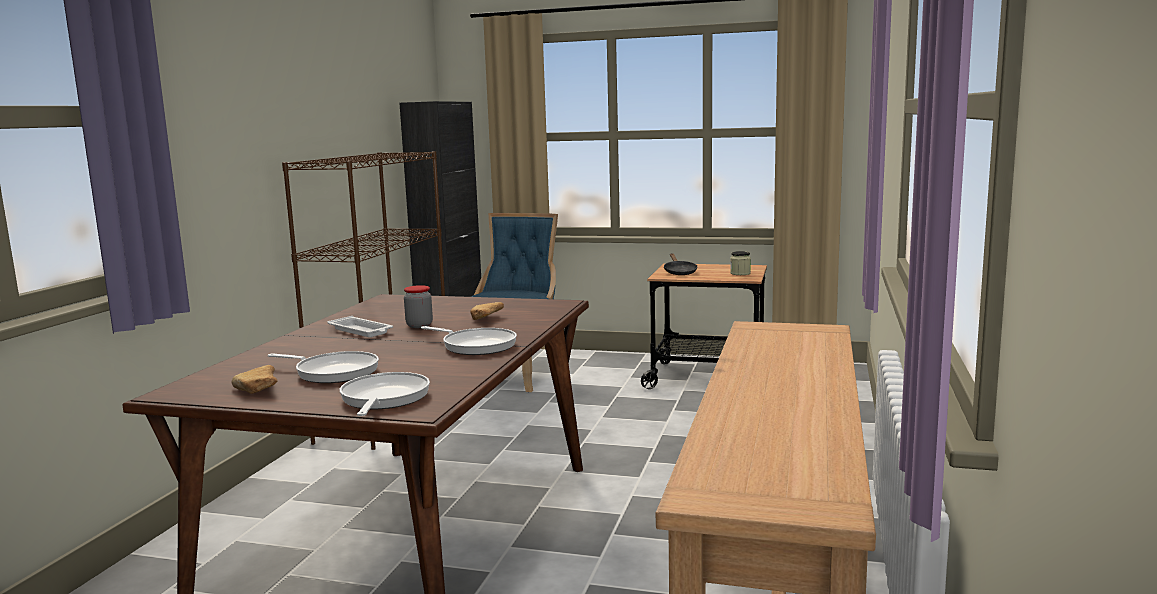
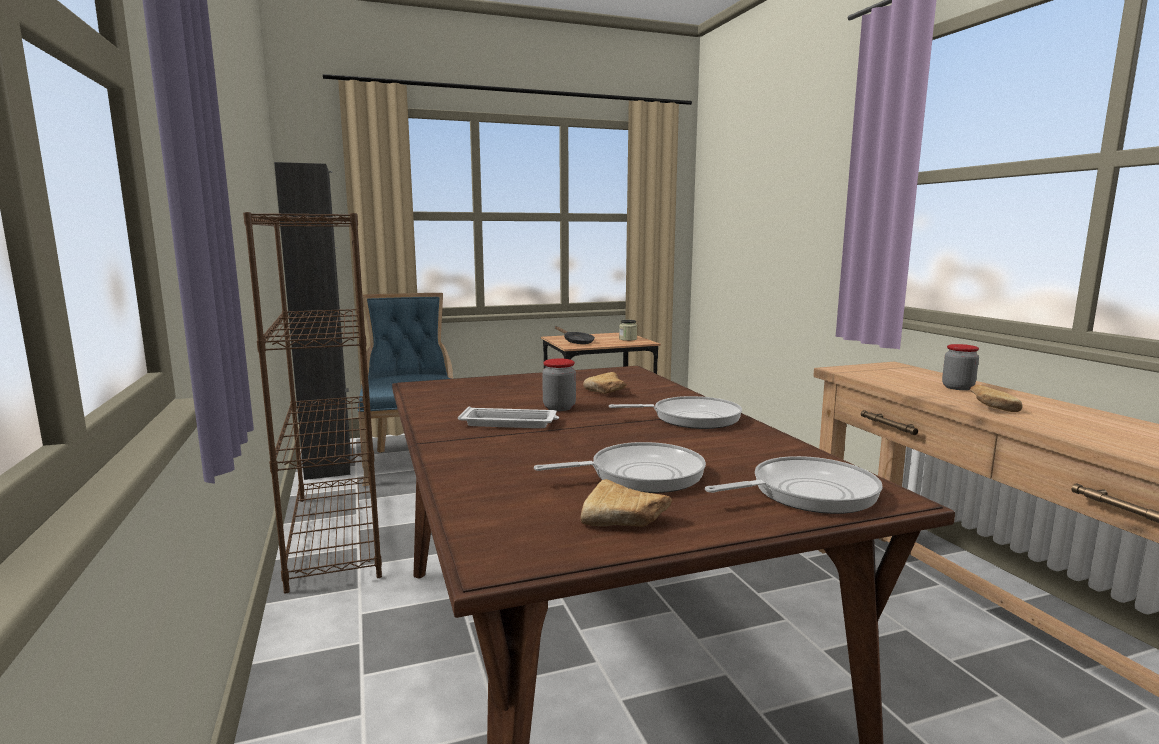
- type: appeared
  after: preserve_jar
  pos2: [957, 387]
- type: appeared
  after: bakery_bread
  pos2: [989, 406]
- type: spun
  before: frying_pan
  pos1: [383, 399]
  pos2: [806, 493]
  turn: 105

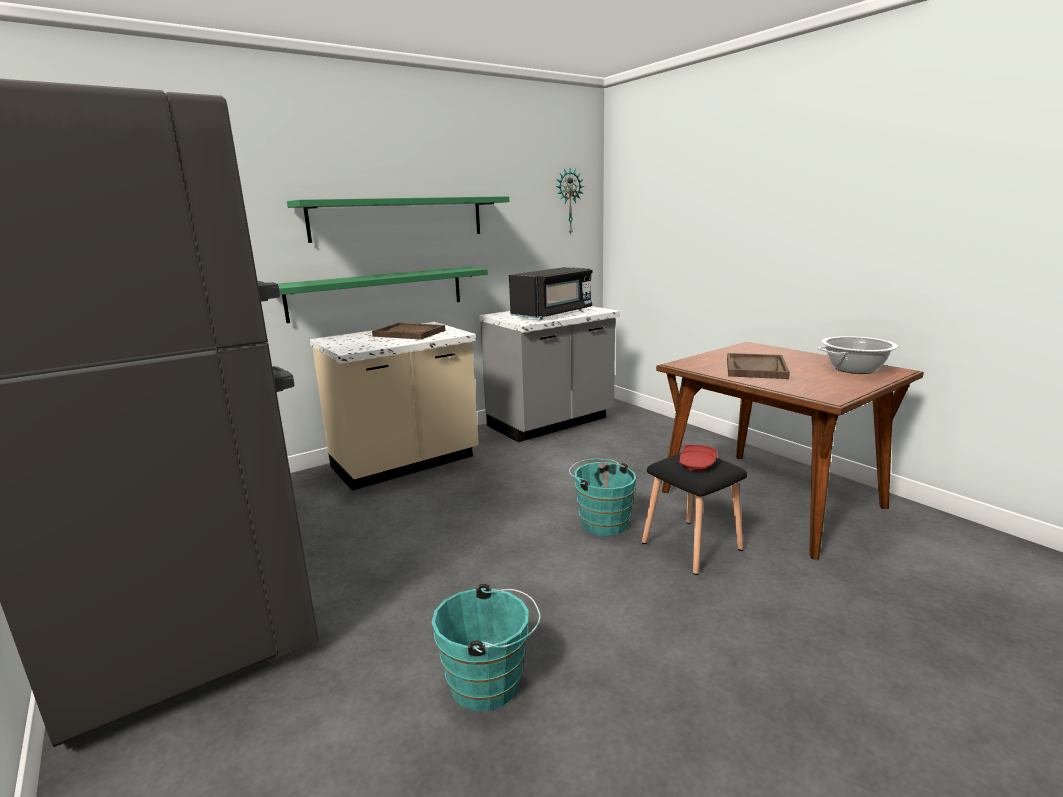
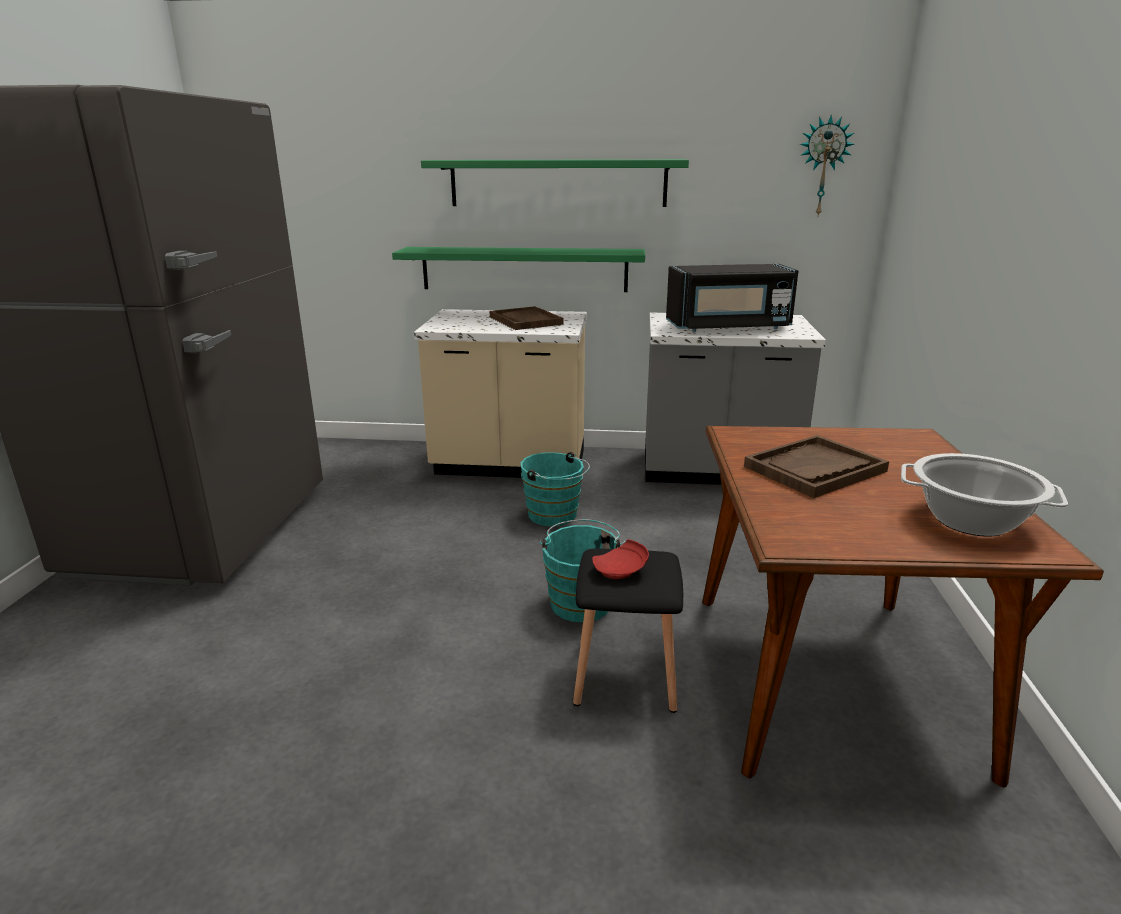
- type: relocated
  before: blue-green_pail
  pos1: [491, 683]
  pos2: [555, 516]

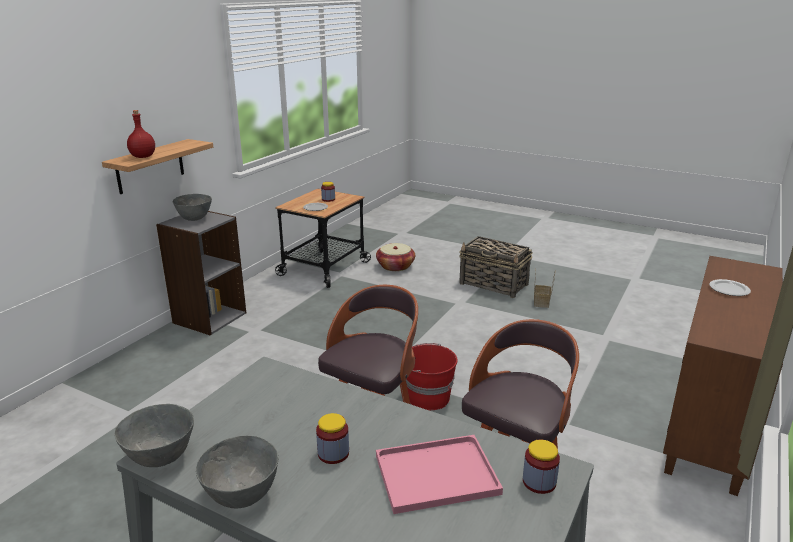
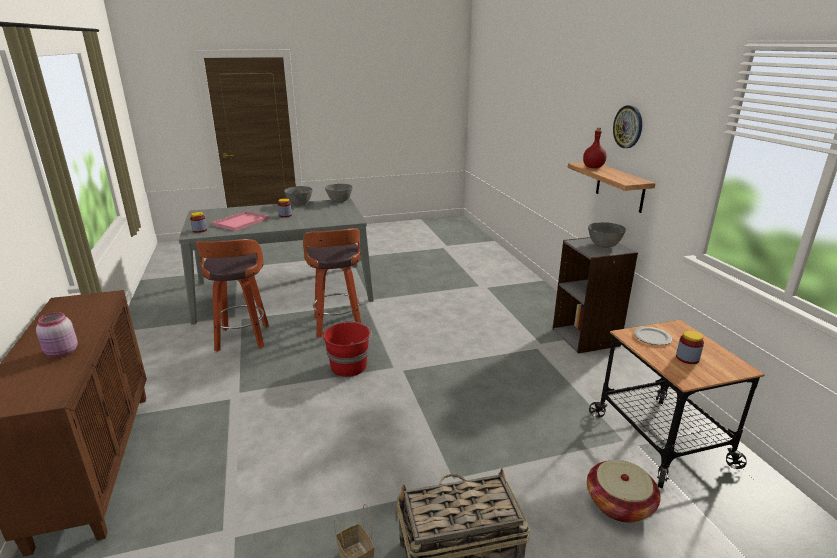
- type: appeared
  after: wall_clock
  pos2: [628, 126]
- type: exchanged
  before: flat_dish
  after: pinkish_preserve_jar
  pos1: [729, 289]
  pos2: [62, 353]

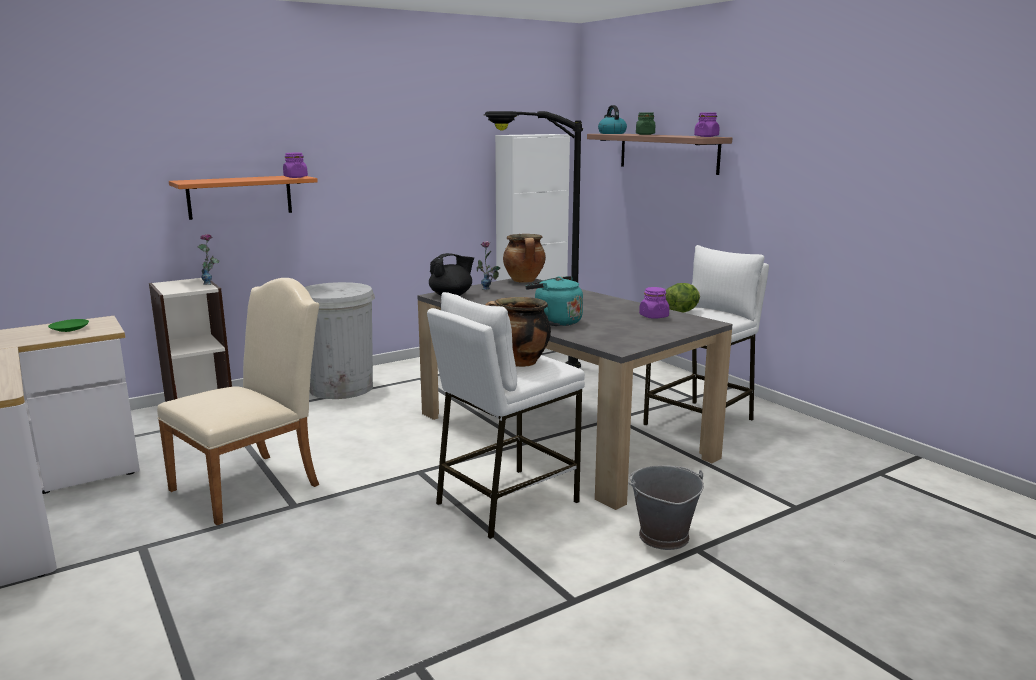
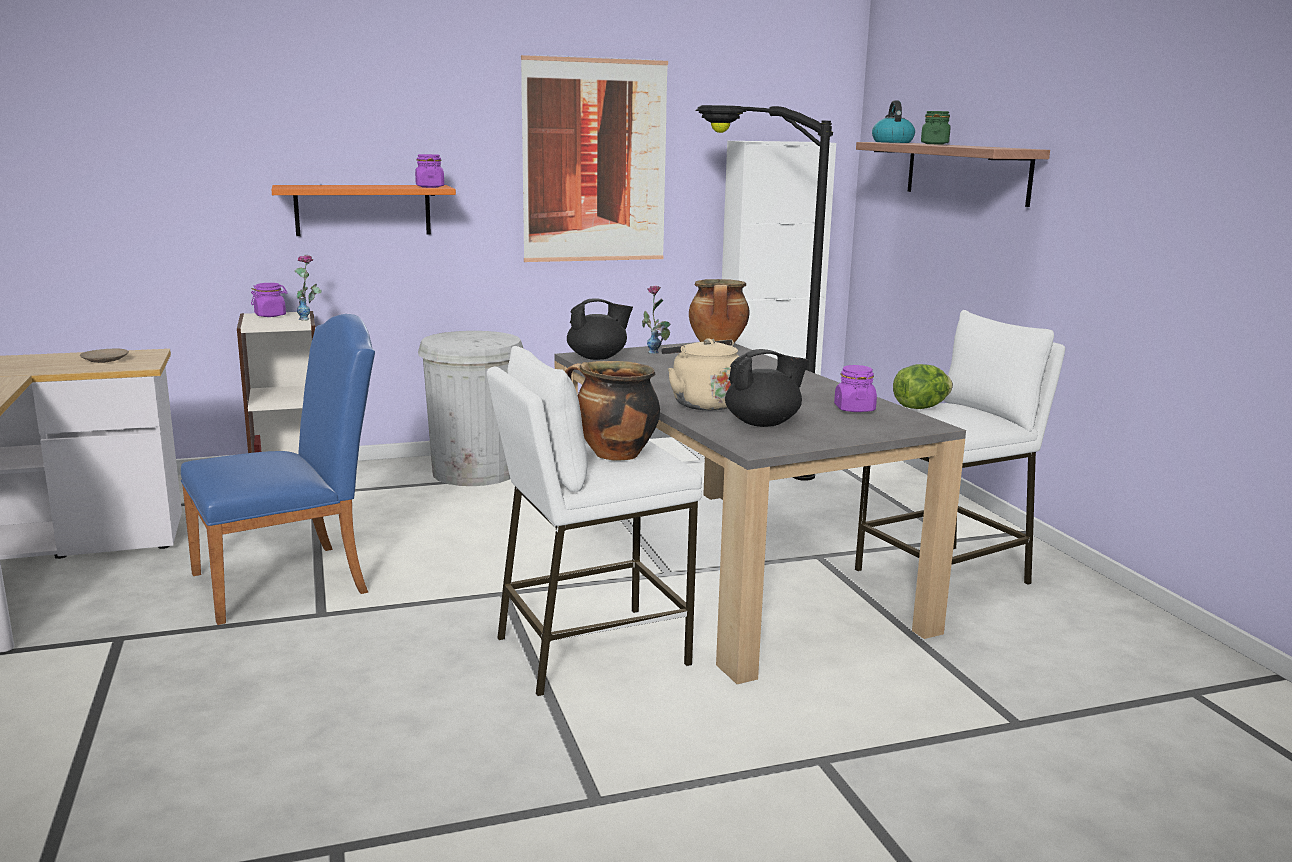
- type: missing
  before: greyish_pail
  pos1: [663, 536]
- type: appeared
  after: wall_art
  pos2: [594, 161]
- type: appeared
  after: black-coloured_tea_pot
  pos2: [763, 423]
- type: relocated
  before: purplish_preserve_jar
  pos1: [706, 136]
  pos2: [270, 315]
- type: colour
  before: greenish_flat_dish
  after: sand-coloured_flat_dish
  pos1: [70, 329]
  pos2: [105, 360]
- type: colour
  before: sand-coloured_upright_chair
  after: blue-coloured_upright_chair
  pos1: [254, 484]
  pos2: [292, 580]
- type: colour
  before: blue-green_tea_kettle
  after: sand-coloured_tea_kettle
  pos1: [554, 322]
  pos2: [702, 404]

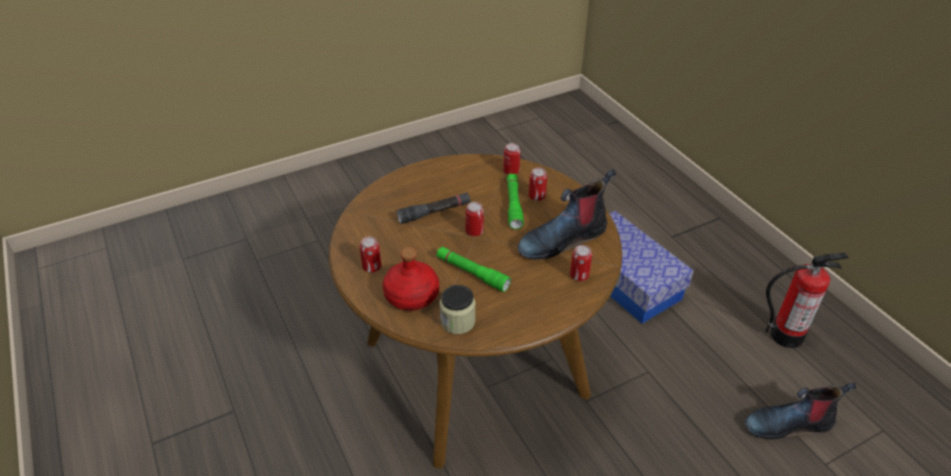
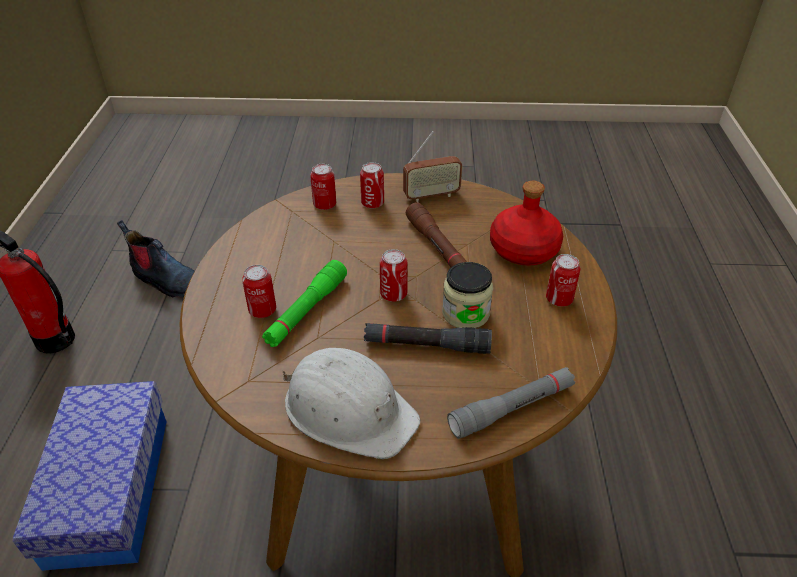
- type: missing
  before: boot
  pos1: [562, 239]
- type: appeared
  after: white_hard_hat
  pos2: [349, 409]
- type: appeared
  after: radio
  pos2: [431, 196]
- type: appeared
  after: greyish_hand_torch
  pos2: [512, 408]
- type: relocated
  before: preserve_jar
  pos1: [457, 321]
  pos2: [465, 313]
- type: relocated
  before: sealed_can
  pos1: [511, 171]
  pos2: [372, 203]
- type: colour
  before: greenish_hand_torch
  after: brown-coloured_hand_torch
  pos1: [472, 273]
  pos2: [437, 247]

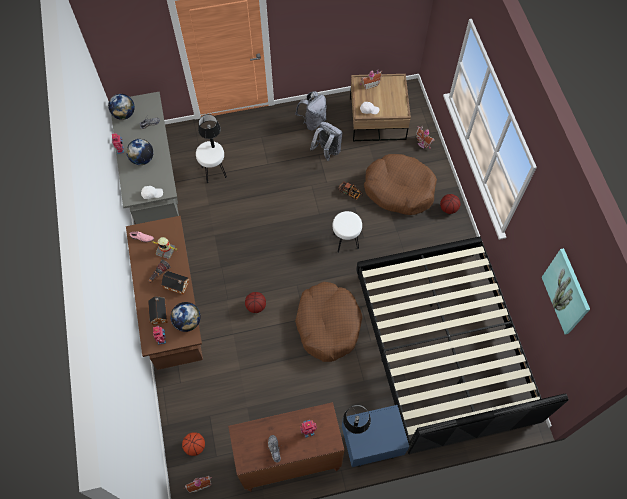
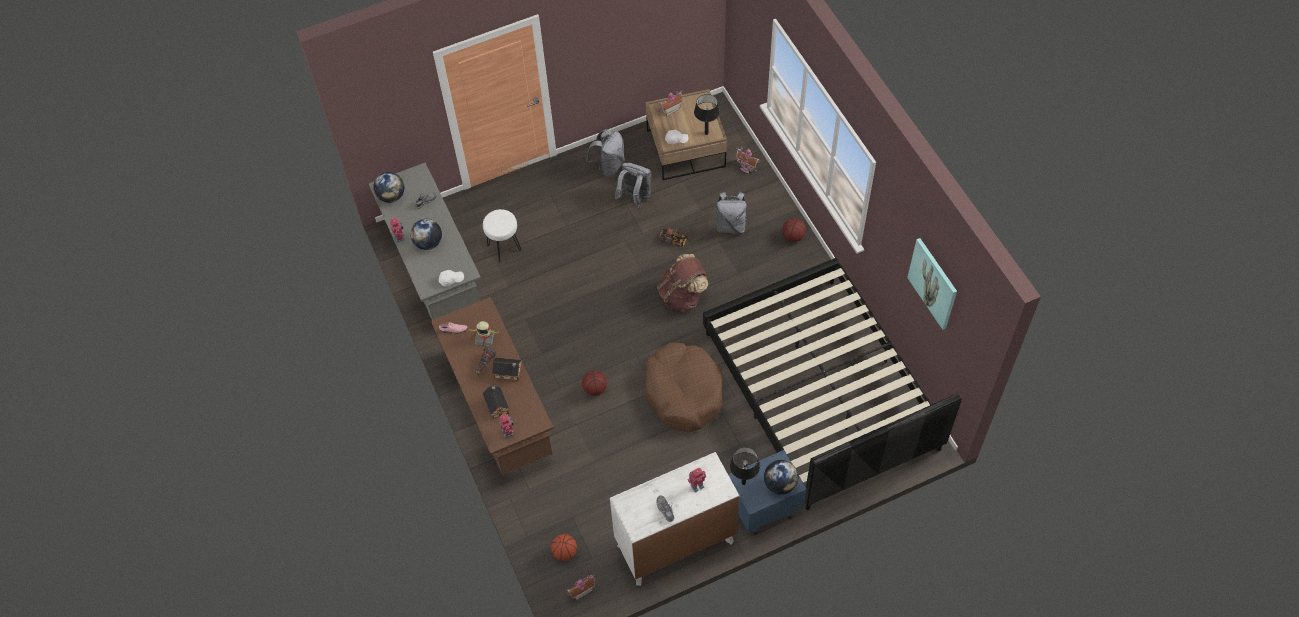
- type: relocated
  before: desk_globe
  pos1: [187, 322]
  pos2: [780, 484]
- type: relocated
  before: black-coloured_table_lamp
  pos1: [213, 146]
  pos2: [706, 133]
- type: exchanged
  before: white_sitting_stool
  after: brown-coloured_rucksack
  pos1: [346, 241]
  pos2: [682, 296]
- type: exchanged
  before: brown-coloured_pet_bed
  after: greyish_rucksack
  pos1: [399, 189]
  pos2: [730, 225]
- type: colour
  before: brown-coloured_chest_of_drawers
  after: white_chest_of_drawers
  pos1: [289, 459]
  pos2: [675, 544]

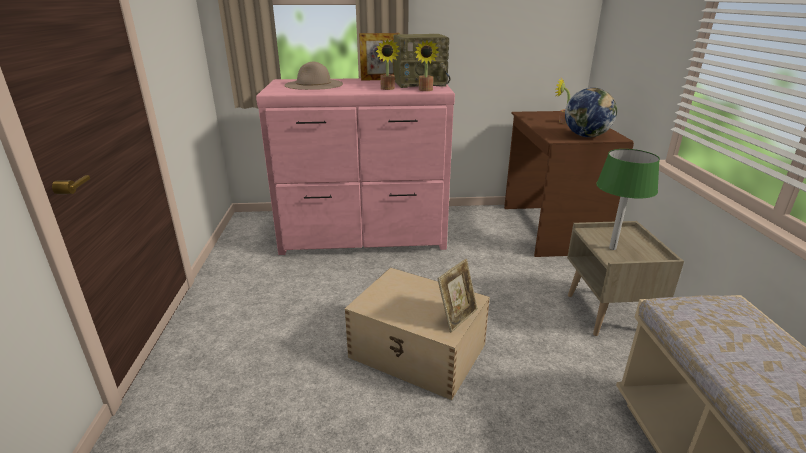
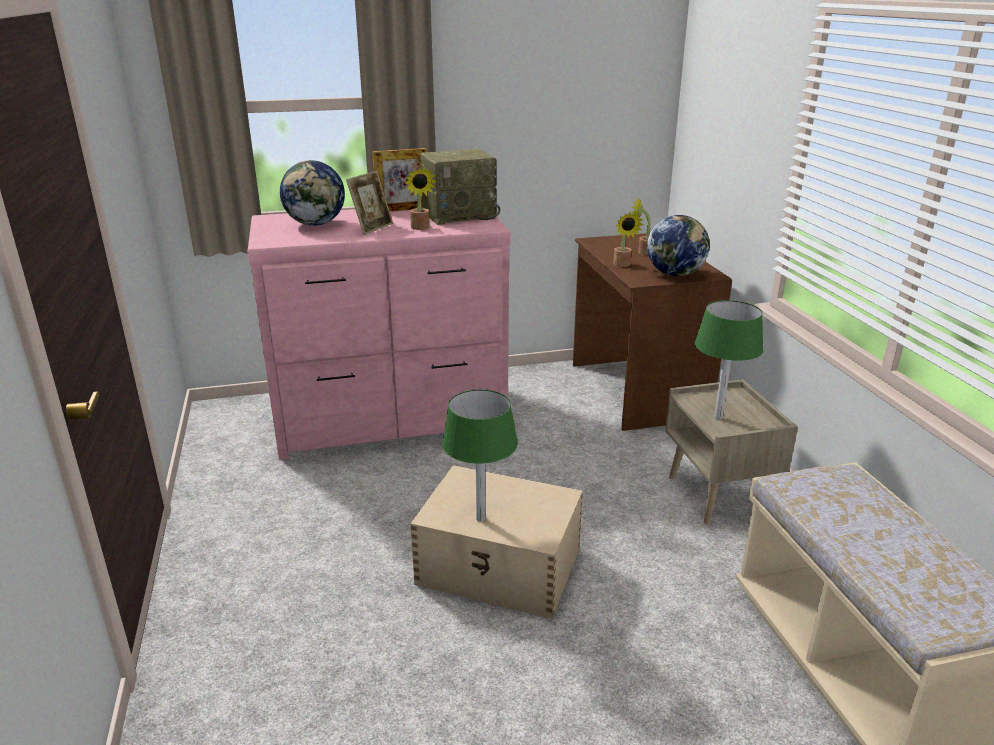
- type: appeared
  after: greenish_table_lamp
  pos2: [481, 518]
- type: relocated
  before: houseplant
  pos1: [425, 90]
  pos2: [623, 265]
- type: relocated
  before: standing_frame
  pos1: [457, 317]
  pos2: [372, 228]
- type: exchanged
  before: sand-coloured_clothing_hat
  after: desk_globe
  pos1: [314, 84]
  pos2: [316, 224]

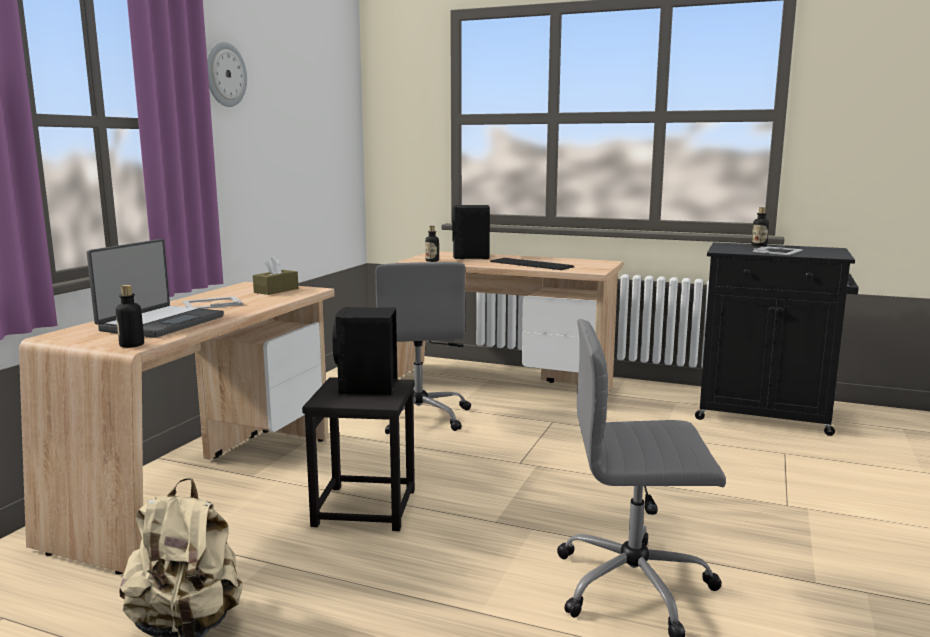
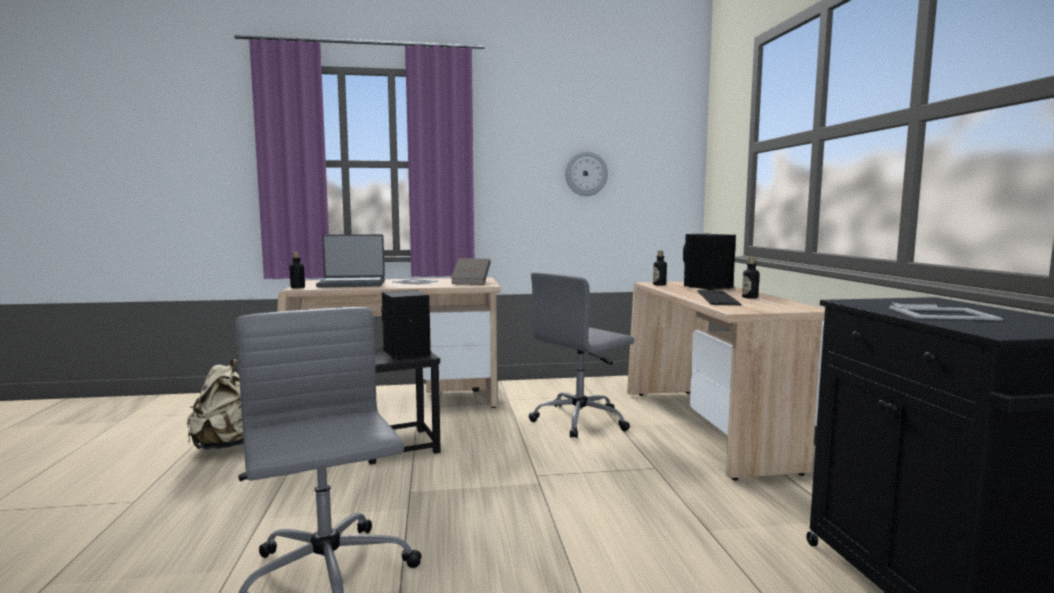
- type: relocated
  before: wall_clock
  pos1: [225, 74]
  pos2: [586, 174]
- type: relocated
  before: drink_bottle
  pos1: [759, 245]
  pos2: [749, 297]
- type: exchanged
  before: brown-coloured_tissue_box
  after: brown-coloured_volume
  pos1: [276, 290]
  pos2: [471, 282]

